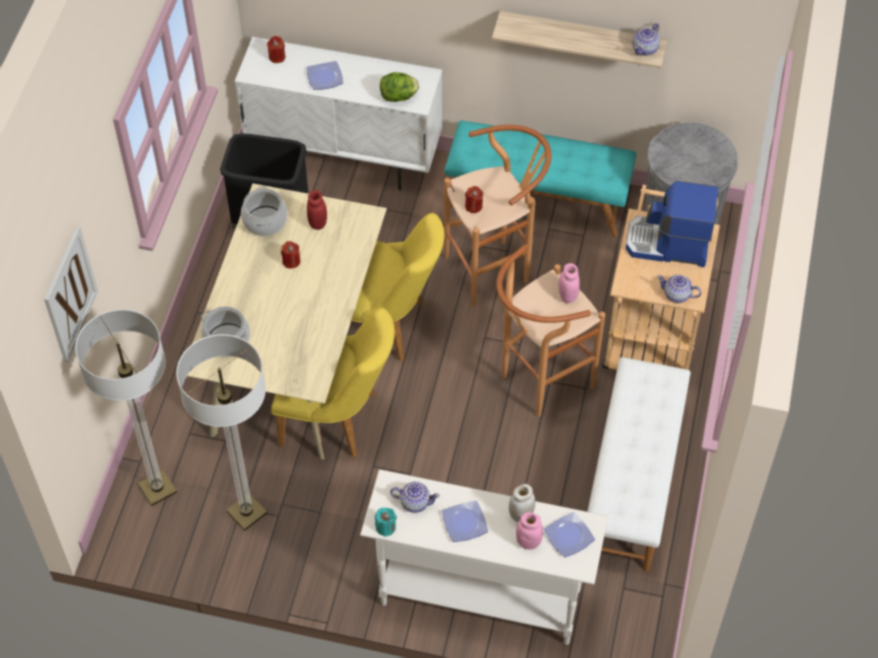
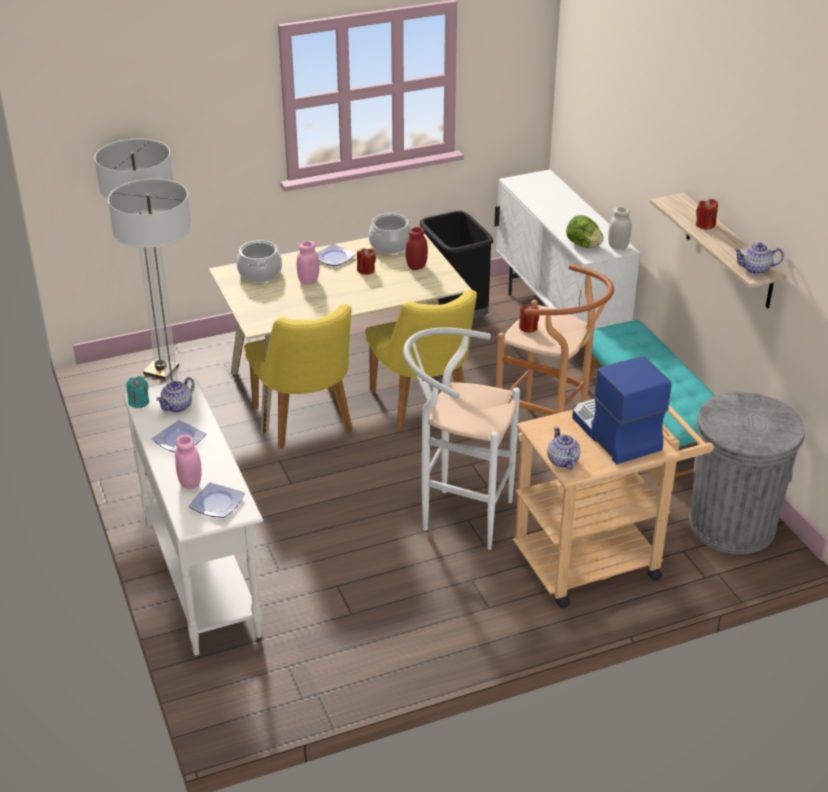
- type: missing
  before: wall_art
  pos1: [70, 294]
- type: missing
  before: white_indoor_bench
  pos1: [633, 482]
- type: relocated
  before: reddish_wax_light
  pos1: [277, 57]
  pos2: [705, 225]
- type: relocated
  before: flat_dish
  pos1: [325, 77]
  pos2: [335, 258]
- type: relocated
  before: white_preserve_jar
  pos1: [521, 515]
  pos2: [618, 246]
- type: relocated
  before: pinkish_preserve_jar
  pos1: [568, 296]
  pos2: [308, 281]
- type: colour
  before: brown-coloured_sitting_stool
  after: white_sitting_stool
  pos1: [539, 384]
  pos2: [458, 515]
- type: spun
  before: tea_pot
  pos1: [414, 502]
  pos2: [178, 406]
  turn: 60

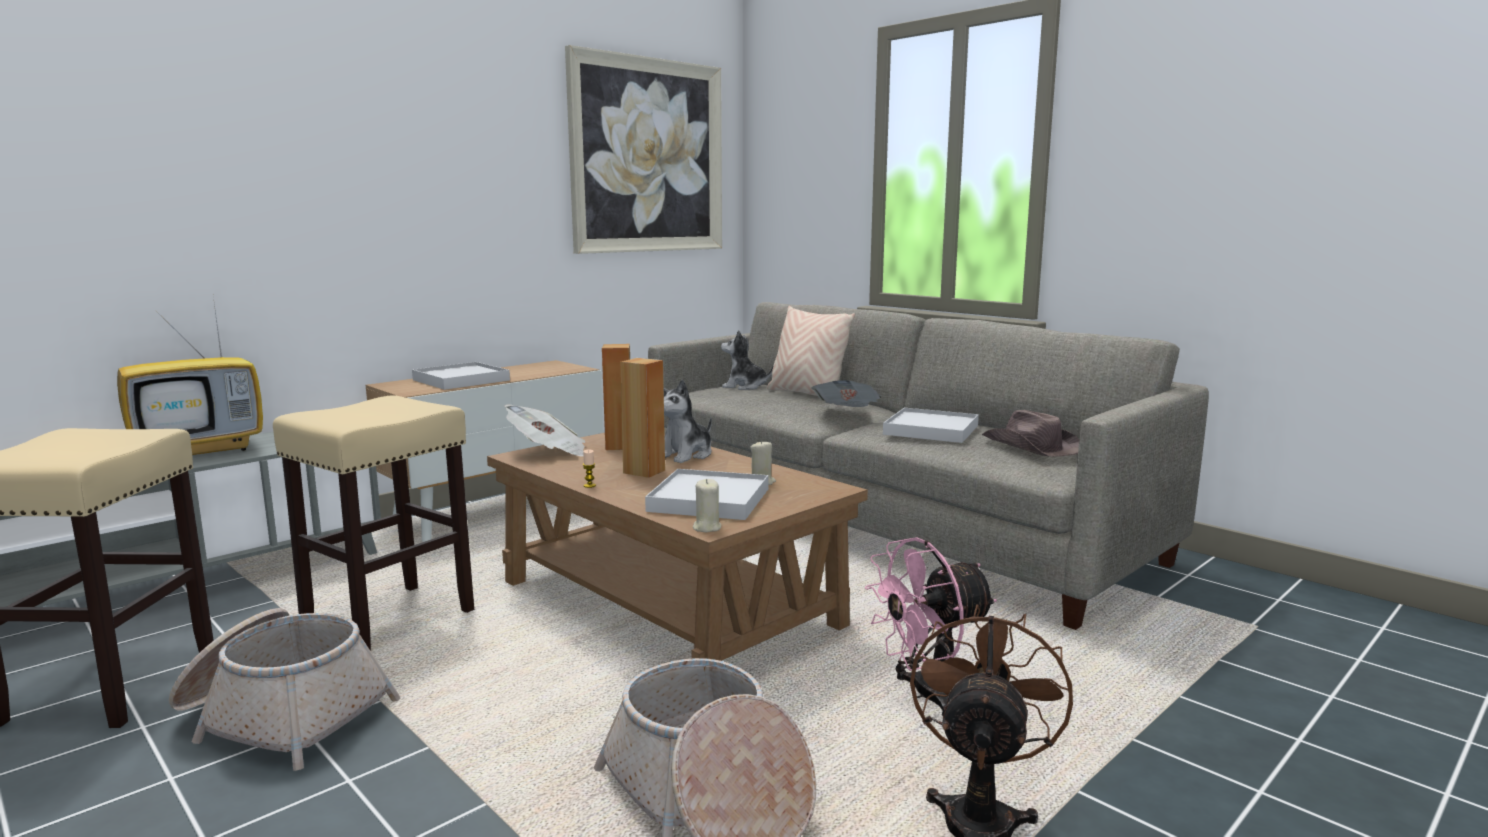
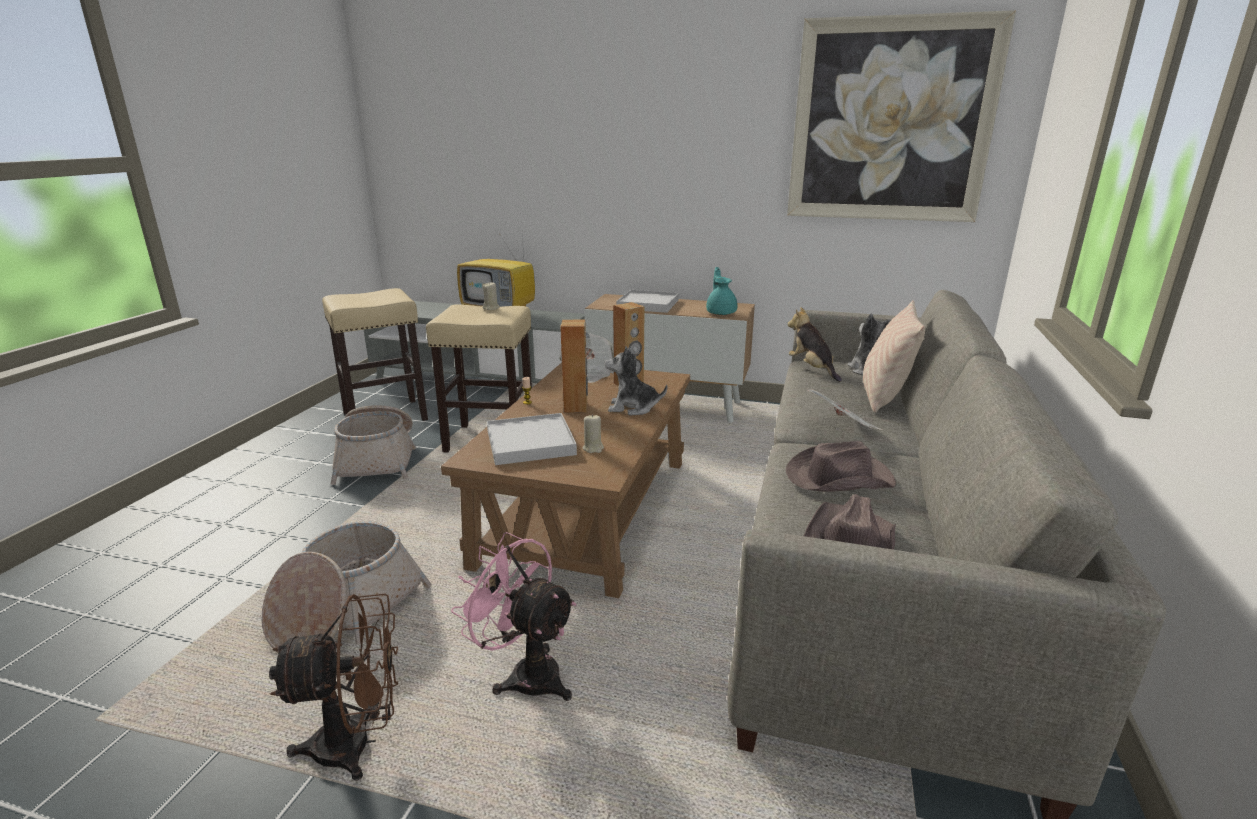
- type: appeared
  after: blue-green_tea_pot
  pos2: [721, 312]
- type: appeared
  after: soft_toy
  pos2: [812, 369]
- type: relocated
  before: sand-coloured_wax_light
  pos1: [706, 527]
  pos2: [491, 308]
- type: exchanged
  before: white_serving_tray
  after: brown-coloured_clothing_hat
  pos1: [931, 430]
  pos2: [837, 477]

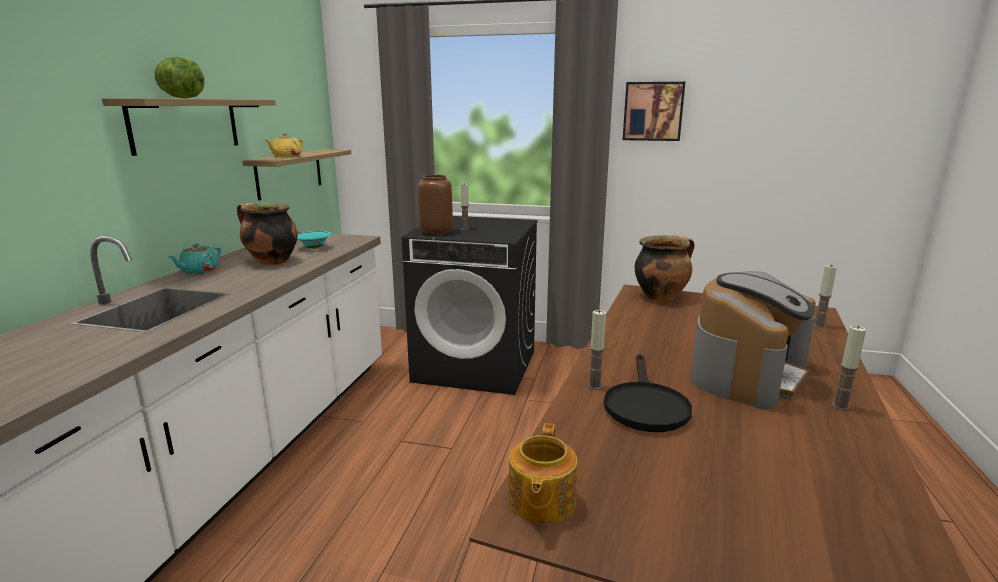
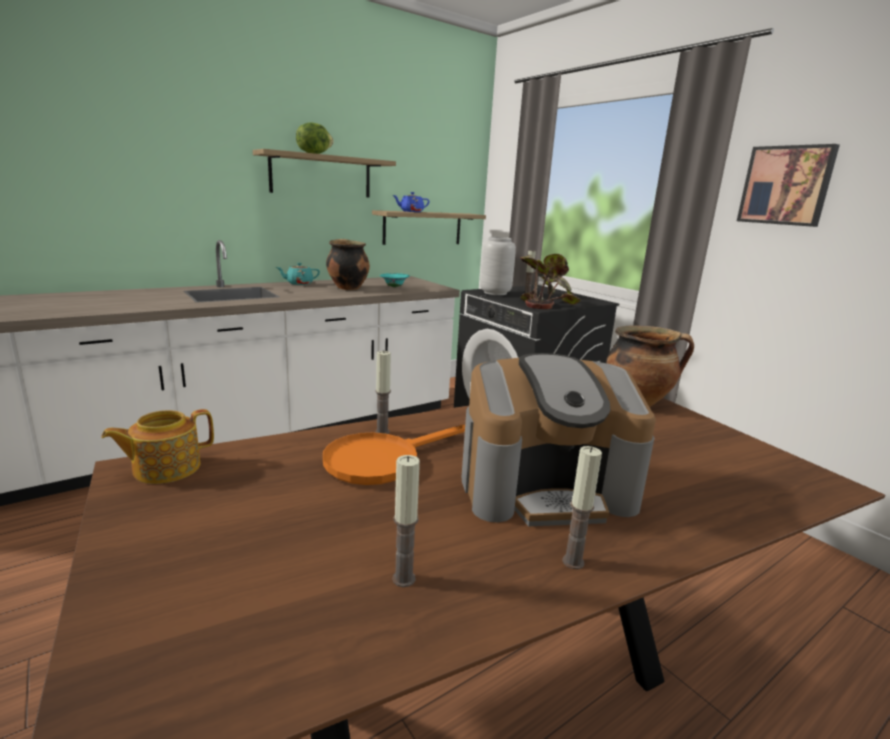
- type: appeared
  after: houseplant
  pos2: [545, 303]
- type: relocated
  before: wax_light
  pos1: [819, 326]
  pos2: [404, 578]
- type: colour
  before: yellowish_tea_pot
  after: blue-coloured_tea_pot
  pos1: [286, 156]
  pos2: [411, 211]
- type: colour
  before: brown-coloured_flower_vase
  after: greyish_flower_vase
  pos1: [437, 232]
  pos2: [495, 293]
- type: colour
  before: black-coloured_frying_pan
  after: orange-coloured_frying_pan
  pos1: [644, 405]
  pos2: [382, 460]

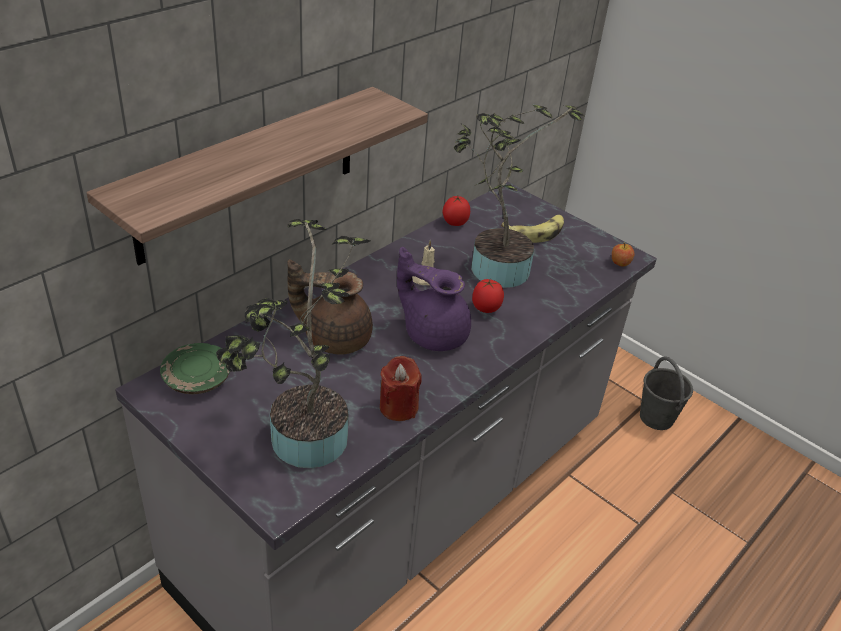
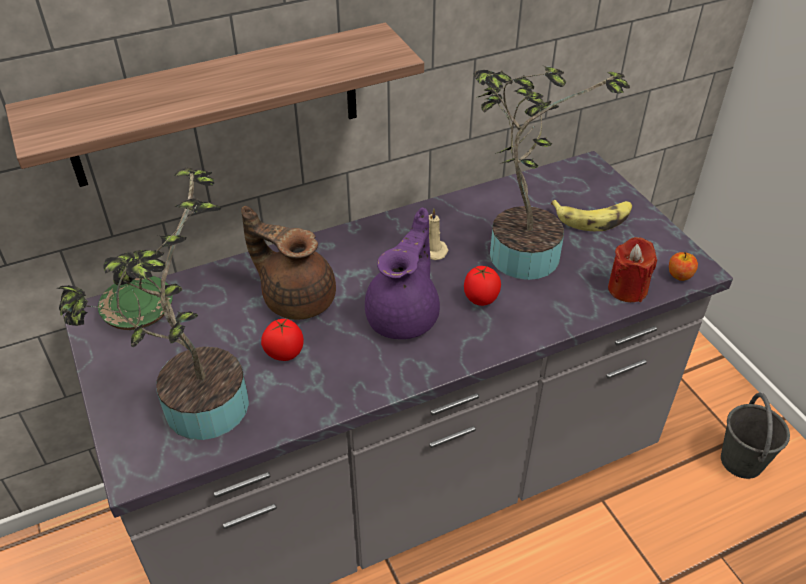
- type: relocated
  before: reddish_wax_light
  pos1: [398, 407]
  pos2: [627, 289]
- type: relocated
  before: fresh_tomato
  pos1: [454, 223]
  pos2: [284, 353]
- type: spun
  before: purplish_tea_pot
  pos1: [433, 333]
  pos2: [405, 316]
  turn: 60

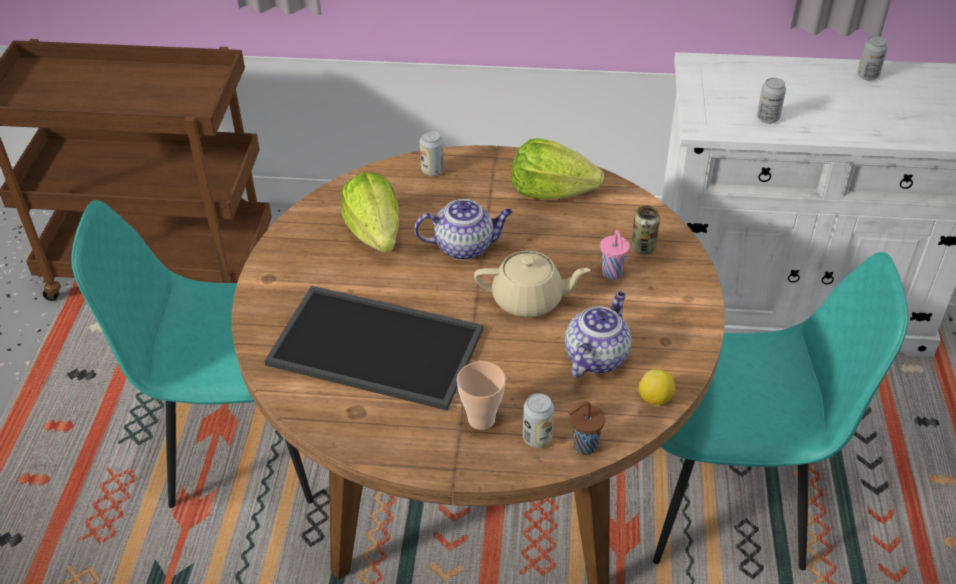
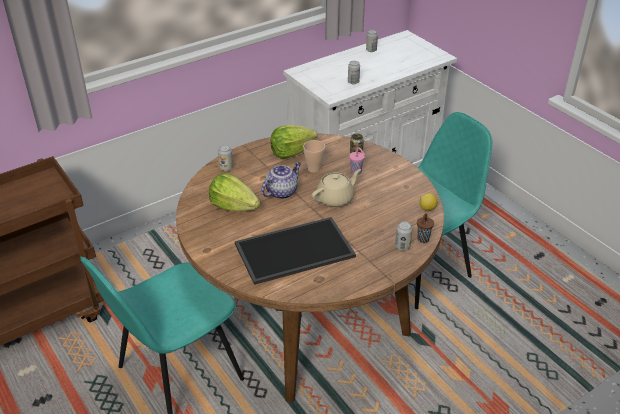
- type: missing
  before: tea_pot
  pos1: [596, 356]
- type: relocated
  before: small_cup
  pos1: [481, 419]
  pos2: [314, 169]

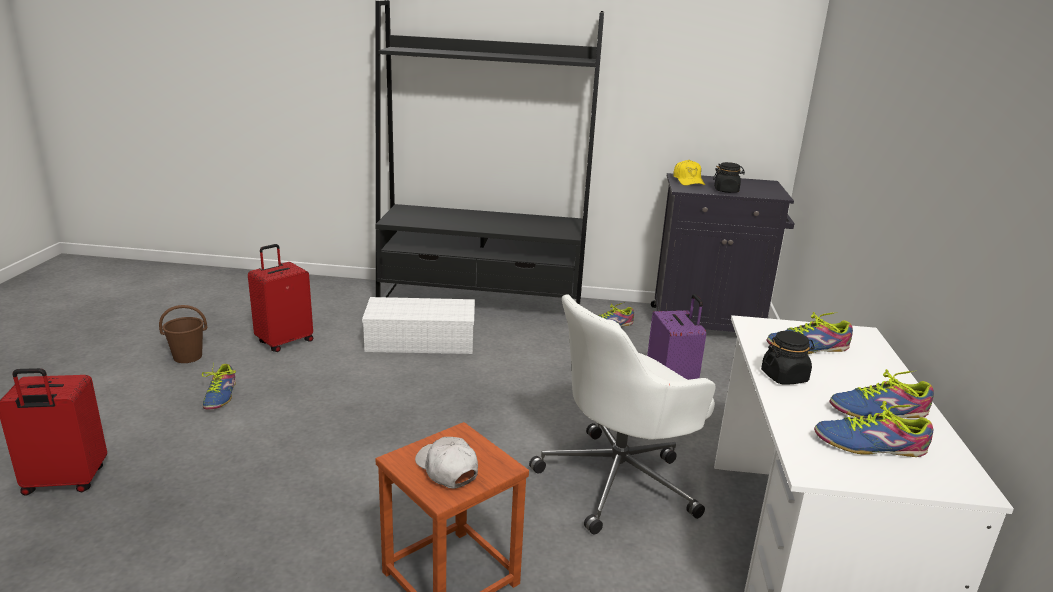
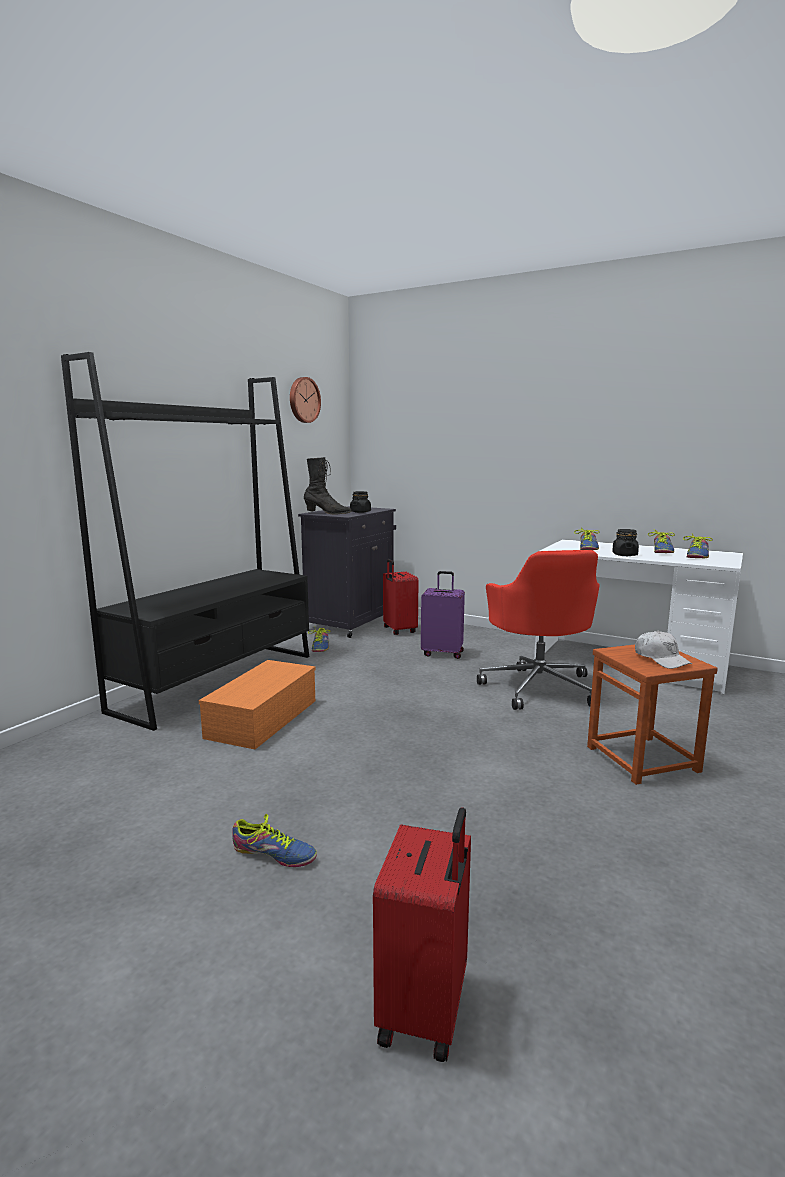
- type: missing
  before: brown-coloured_pail
  pos1: [188, 357]
- type: appeared
  after: wall_clock
  pos2: [303, 400]
- type: relocated
  before: reddish_travel_case
  pos1: [284, 341]
  pos2: [398, 630]
- type: exchanged
  before: yellowish_baseball_cap
  after: black-coloured_boot
  pos1: [688, 181]
  pos2: [327, 513]
- type: colour
  before: white_storage_bin
  after: orange-coloured_storage_bin
  pos1: [422, 340]
  pos2: [262, 717]
- type: colour
  before: white_computer_chair
  after: reddish_computer_chair
  pos1: [619, 480]
  pos2: [538, 687]
- type: spun
  before: white_baseball_cap
  pos1: [446, 469]
  pos2: [661, 659]
  turn: -105

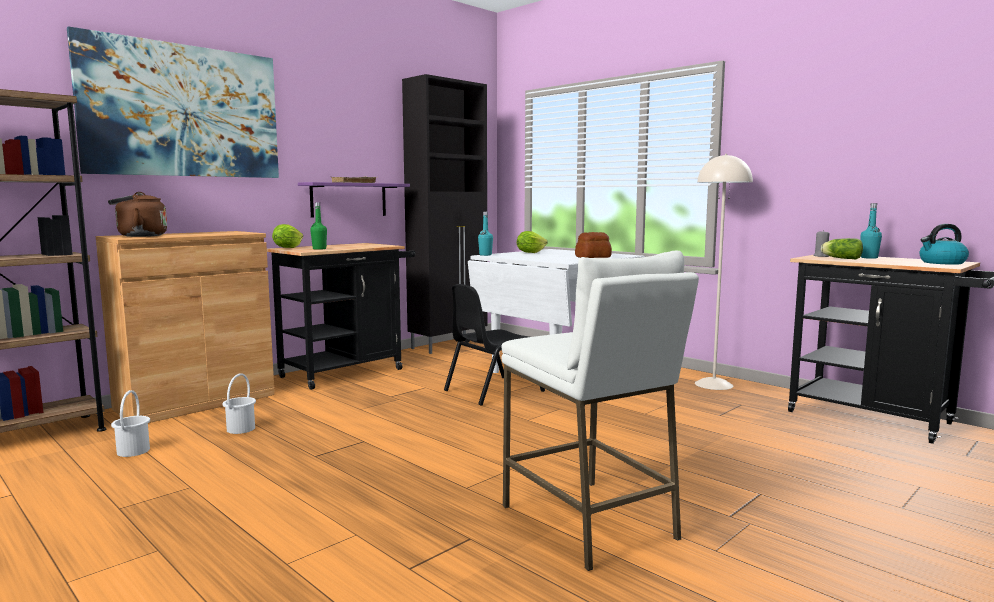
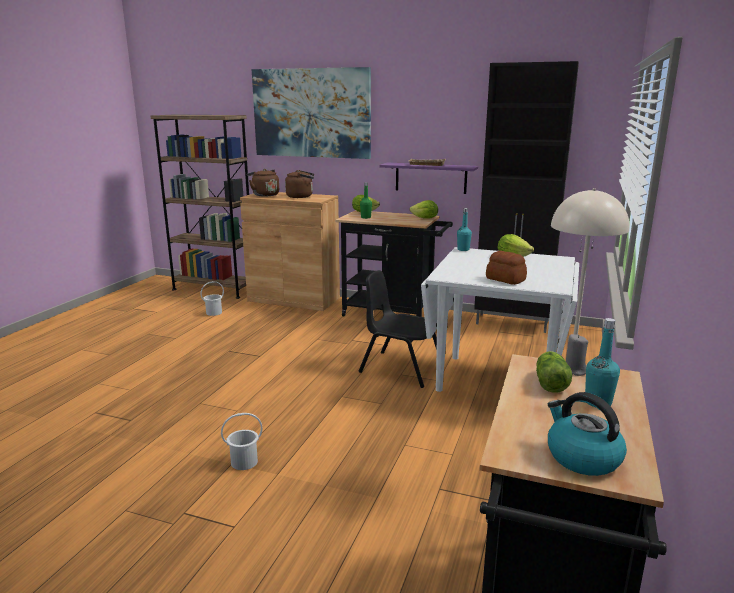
- type: missing
  before: white_sitting_stool
  pos1: [589, 522]
- type: appeared
  after: brown-coloured_tea_kettle
  pos2: [301, 196]
- type: appeared
  after: lettuce
  pos2: [425, 218]
- type: relocated
  before: white_pail
  pos1: [240, 429]
  pos2: [244, 462]

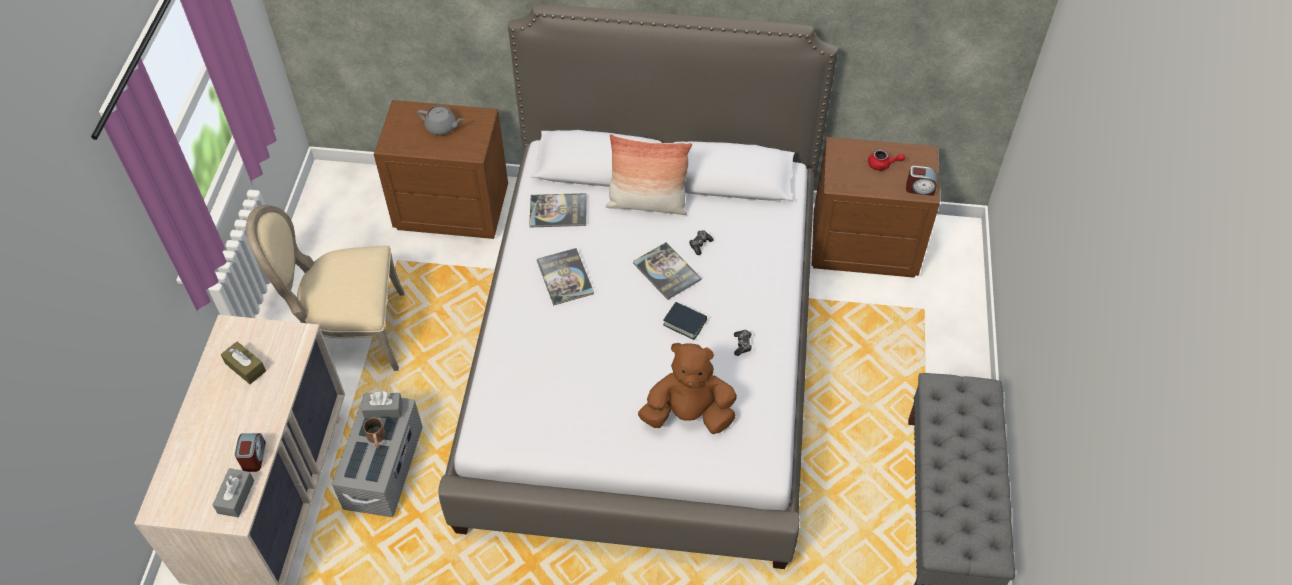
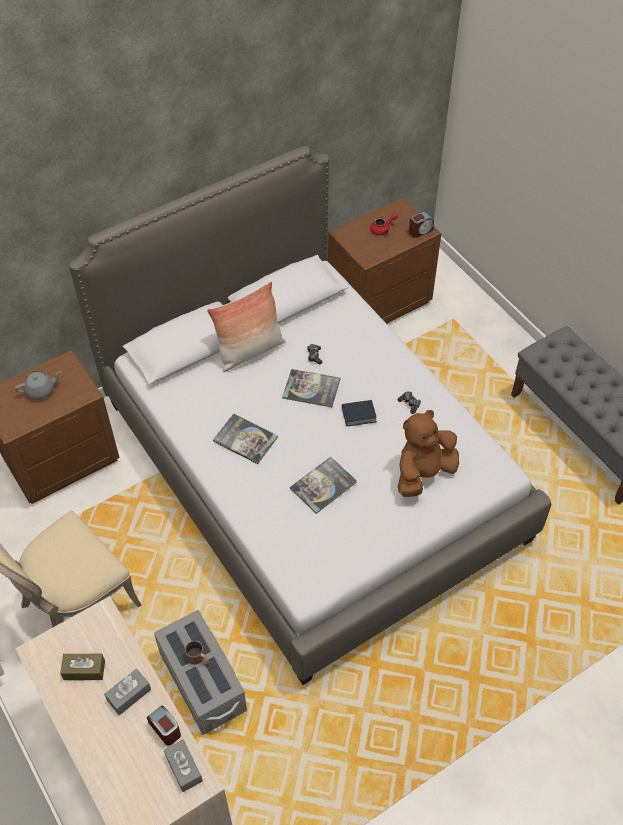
- type: relocated
  before: greyish_tissue_box
  pos1: [383, 409]
  pos2: [129, 695]
- type: relocated
  before: volume
  pos1: [558, 211]
  pos2: [323, 485]

